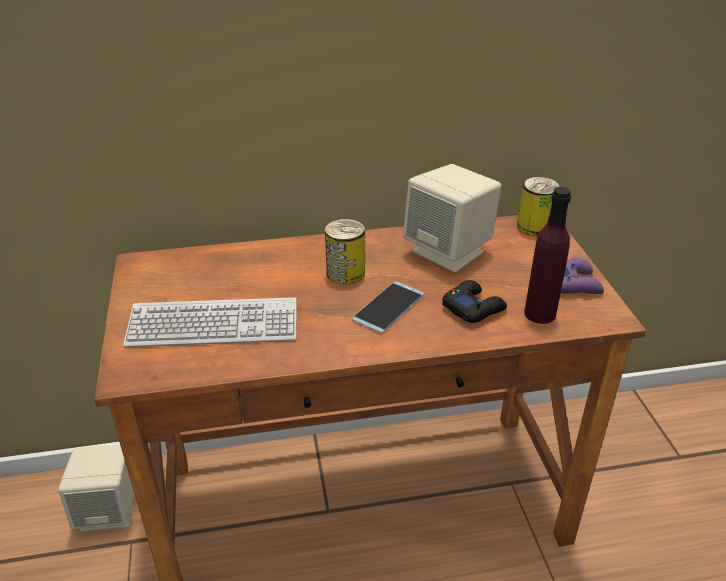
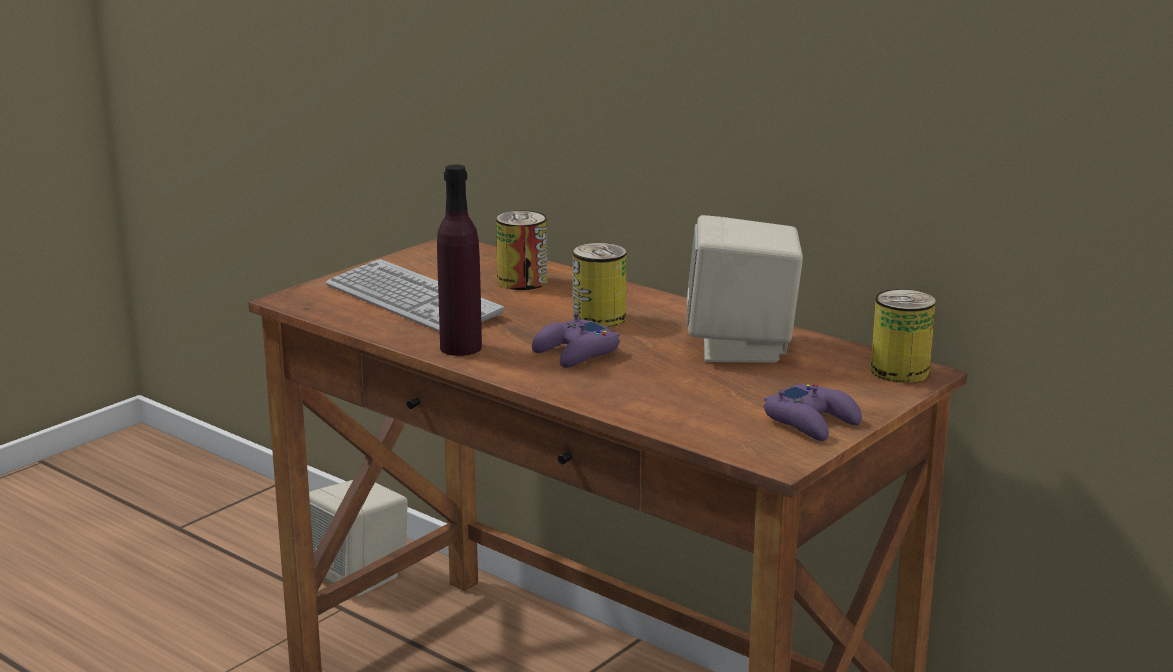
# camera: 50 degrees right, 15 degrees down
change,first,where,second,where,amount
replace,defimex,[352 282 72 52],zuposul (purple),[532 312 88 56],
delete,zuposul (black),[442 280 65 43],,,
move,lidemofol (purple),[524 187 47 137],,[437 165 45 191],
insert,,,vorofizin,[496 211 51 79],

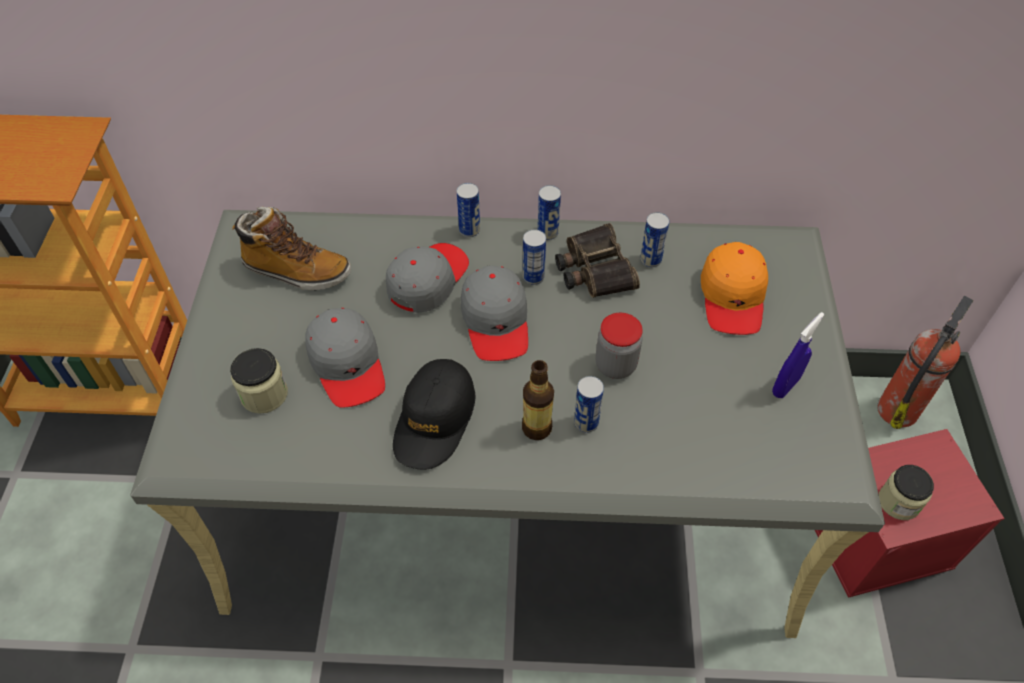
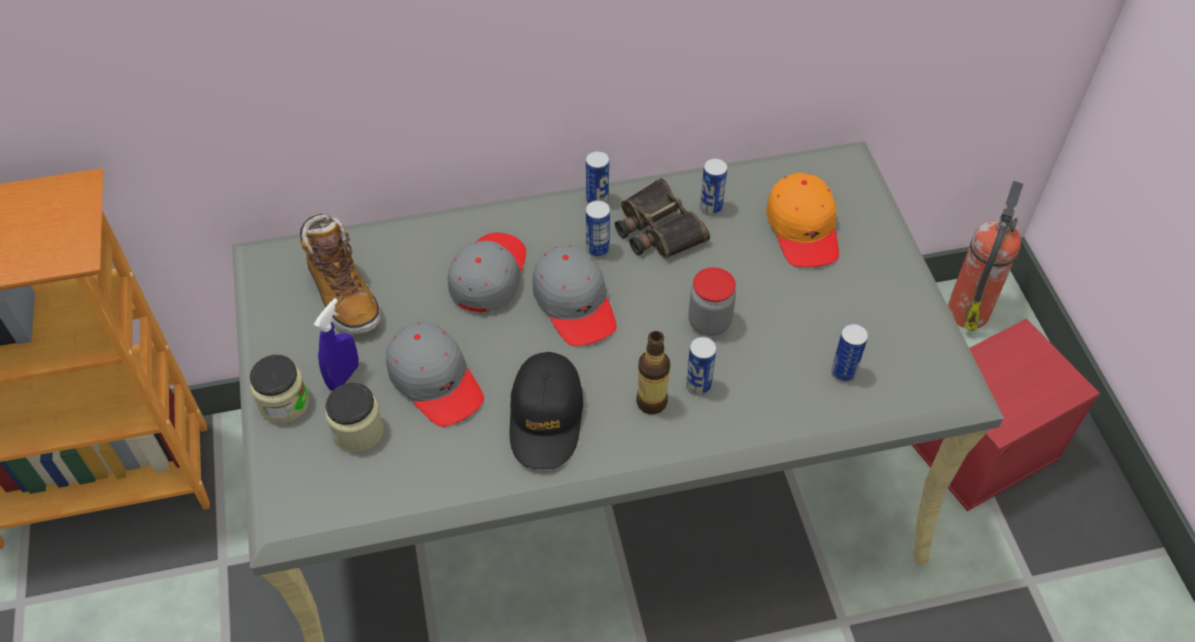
# camera: 15 degrees left, 0 degrees up
change,first,where,second,where,amount
rotate,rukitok,[233 207 118 84],,[300 214 81 120],60 degrees clockwise
move,vorofizin,[457 183 23 55],,[831 324 37 58],
move,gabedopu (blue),[772 312 52 86],,[314 298 45 93],
move,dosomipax,[879 465 55 55],,[250 355 59 69],

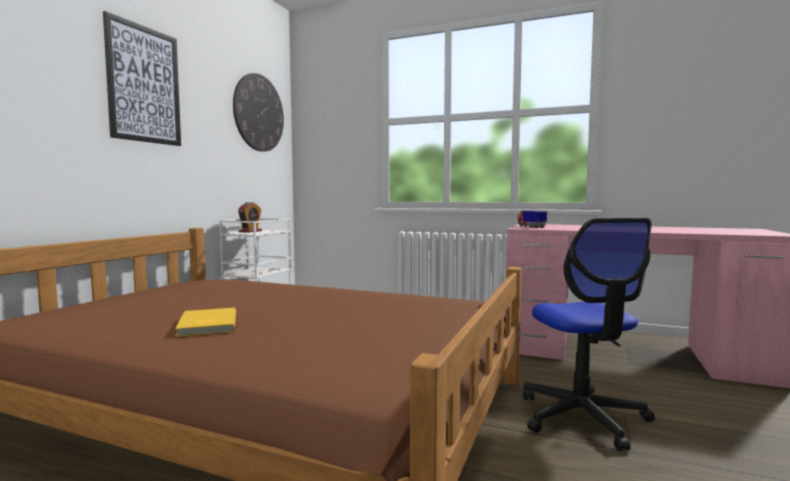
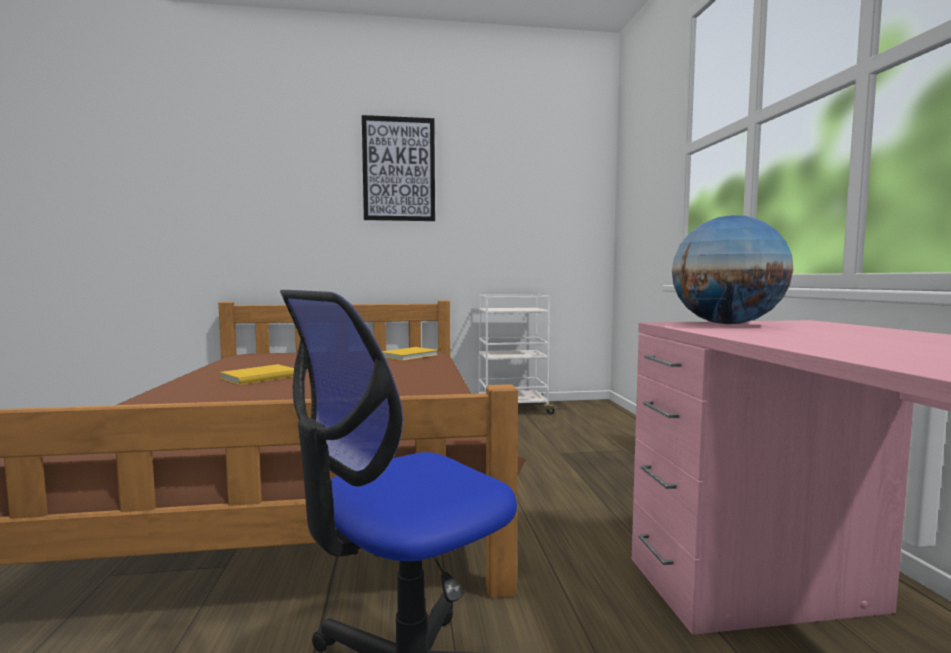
# camera: 60 degrees right, 0 degrees up
change,first,where,second,where,amount
delete,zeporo,[233 73 51 79],,,
delete,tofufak,[238 202 24 31],,,
replace,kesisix,[518 210 29 18],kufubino,[672 215 121 109],
insert,,,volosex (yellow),[382 347 56 14],

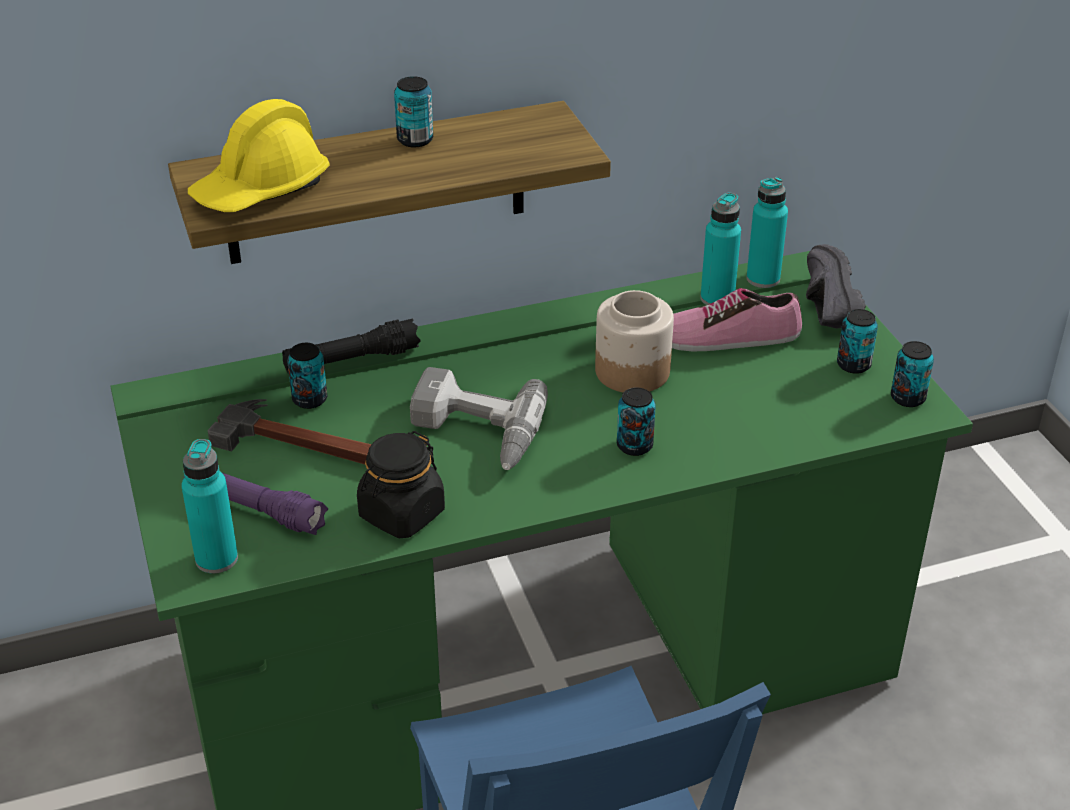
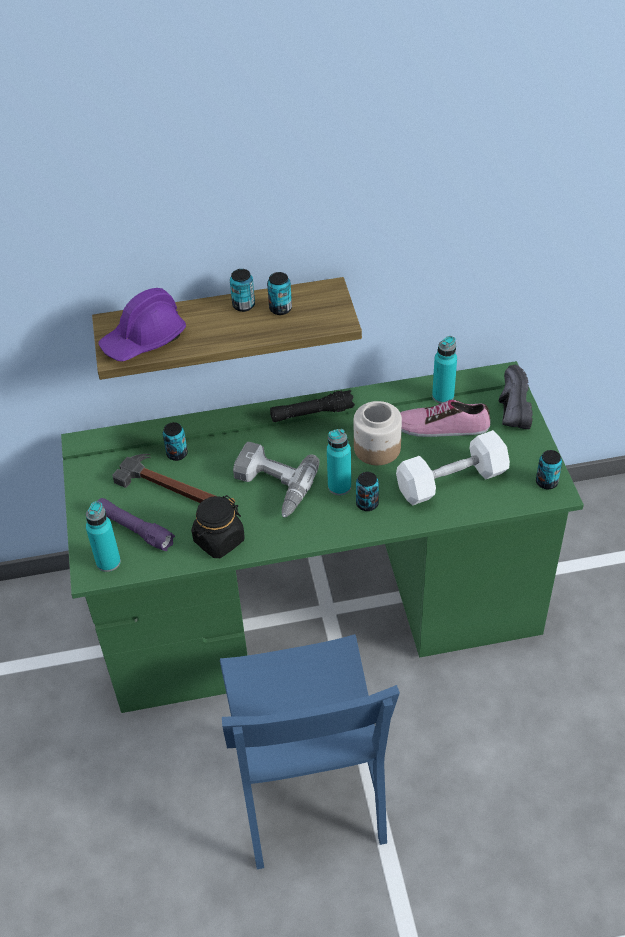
# camera: 10 degrees right, 10 degrees up
change,first,where,second,where,amount
recolor,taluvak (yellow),[188 99 142 113],taluvak (purple),[98 288 88 74],
move,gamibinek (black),[282 319 138 55],,[270 390 85 32],
move,lidemofol (turquoise),[746 177 42 111],,[327 429 24 66],
move,vorofizin,[837 309 41 65],,[267 272 25 43],
insert,,,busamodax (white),[396 430 114 76],

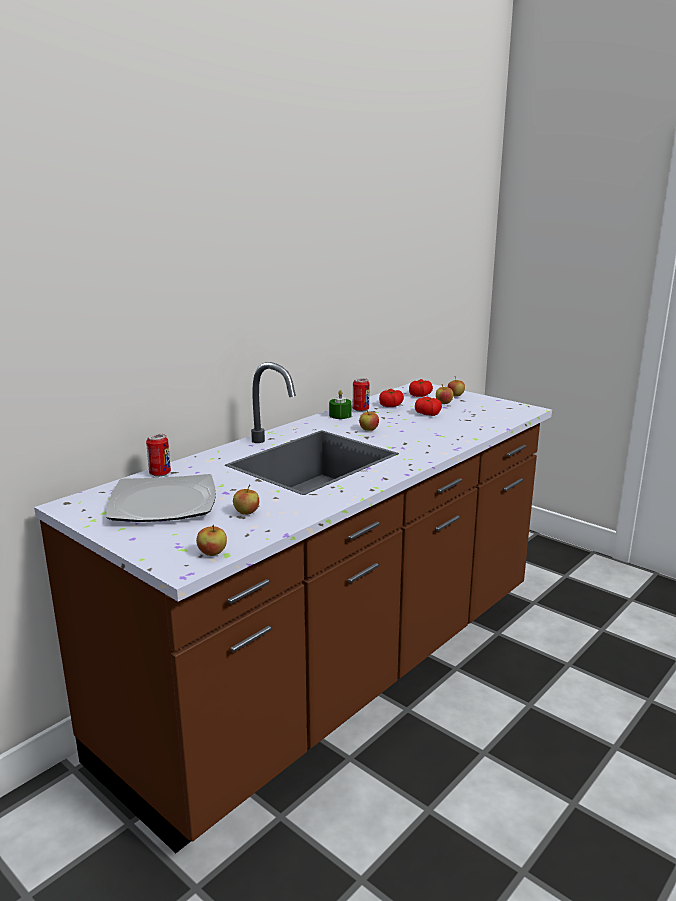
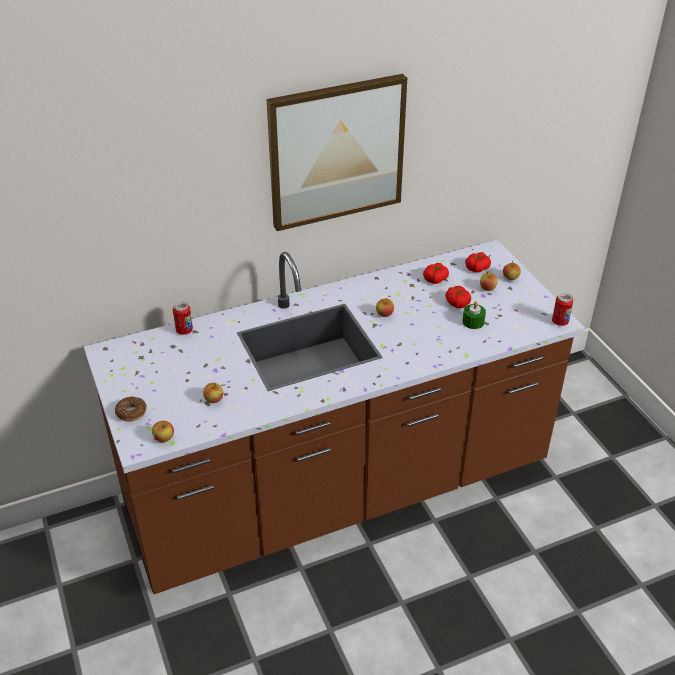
# camera: 25 degrees right, 20 degrees up
change,first,where,second,where,amount
delete,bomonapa,[107 474 109 48],,,
move,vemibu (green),[329 390 23 29],,[462 301 24 28],
move,vorofizin,[353 378 17 34],,[552 293 21 33],
insert,,,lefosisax,[115 396 32 25],
insert,,,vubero,[267 74 140 157],

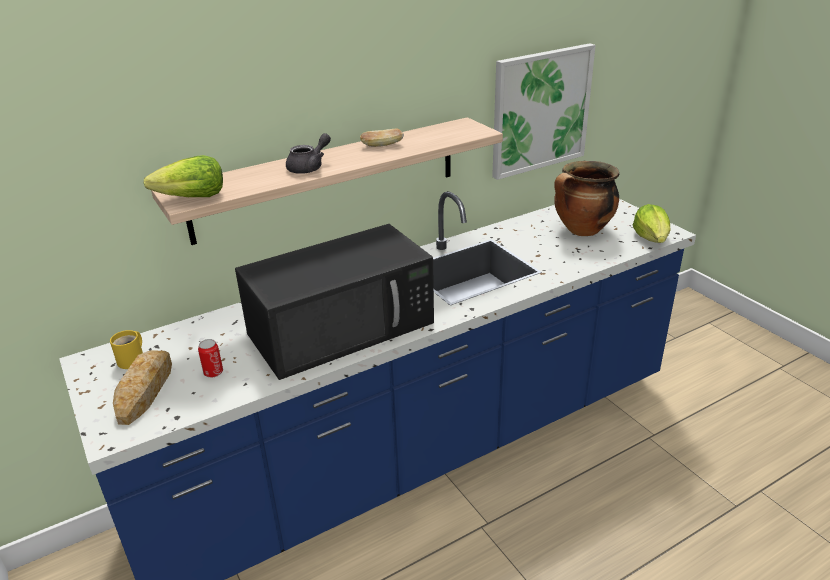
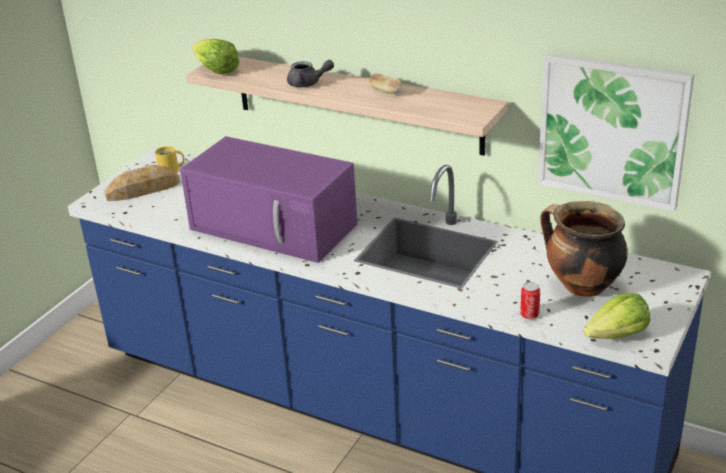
# camera: 60 degrees right, 0 degrees up
change,first,where,second,where,amount
move,vorofizin,[198 339 25 38],,[520 282 20 37],
recolor,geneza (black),[235 224 199 156],geneza (purple),[180 136 177 127],

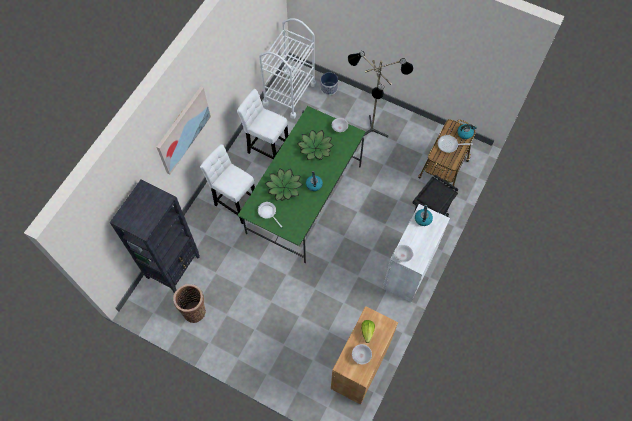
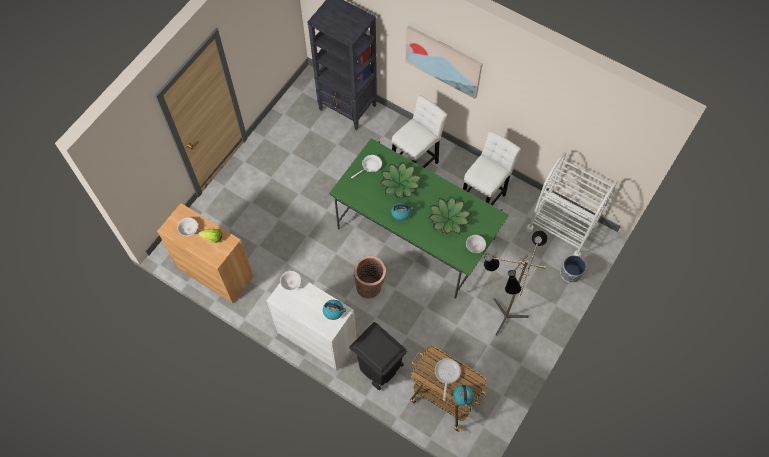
# camera: 95 degrees right, 0 degrees up
change,first,where,second,where,amount
move,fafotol,[173 284 33 39],,[354 256 32 43],

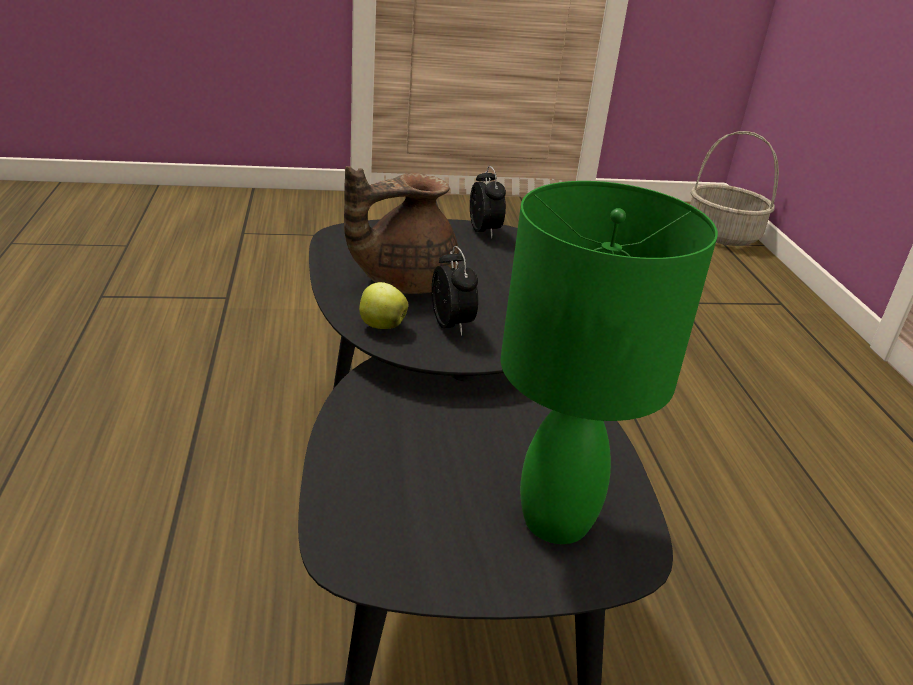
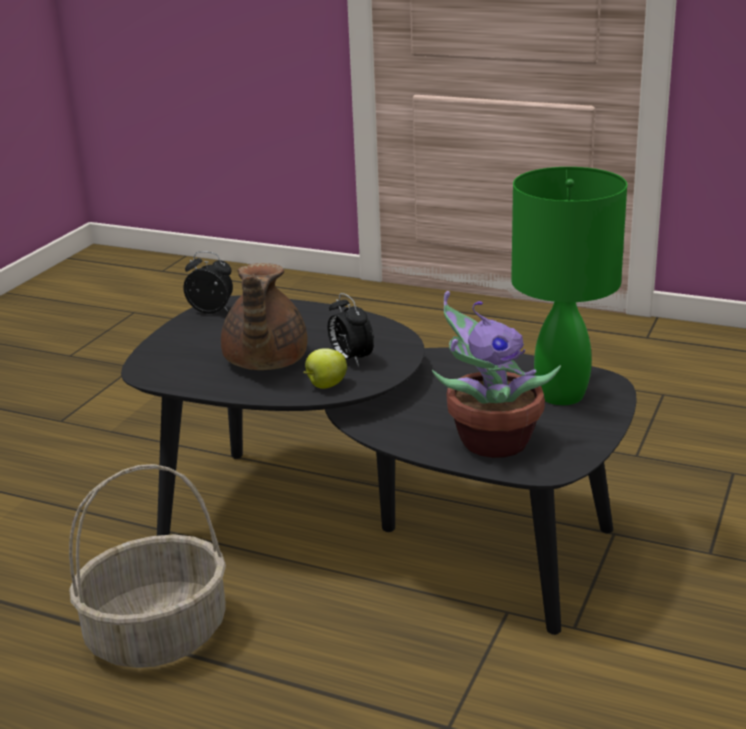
# camera: 55 degrees left, 5 degrees down
change,first,where,second,where,amount
rotate,tofufak,[432 246 46 90],,[328 293 46 74],135 degrees counterclockwise
move,fafotol,[690 131 89 115],,[69 464 157 204],
insert,,,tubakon,[432 291 129 167],

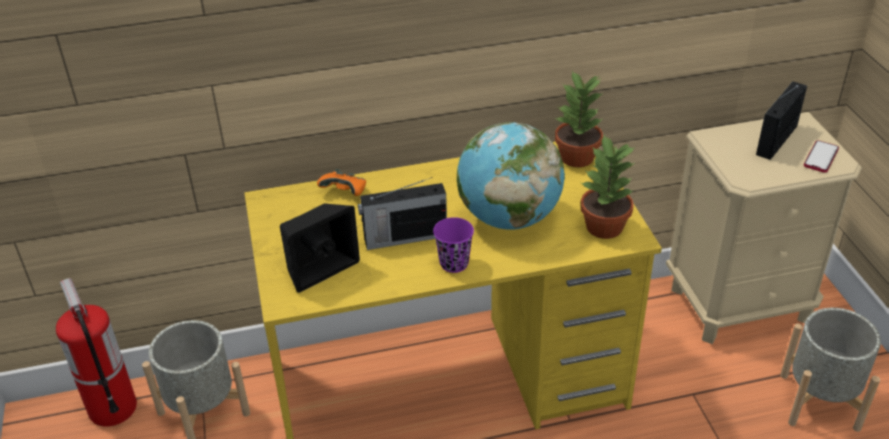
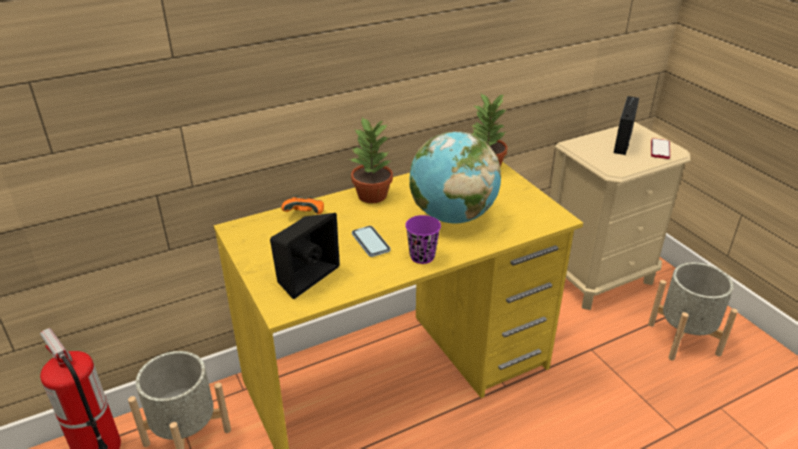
# camera: 15 degrees left, 5 degrees down
change,first,where,second,where,amount
replace,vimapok,[358 177 89 73],defimex,[352 226 38 31],
move,tubakon,[580 135 55 104],,[349 117 44 86],

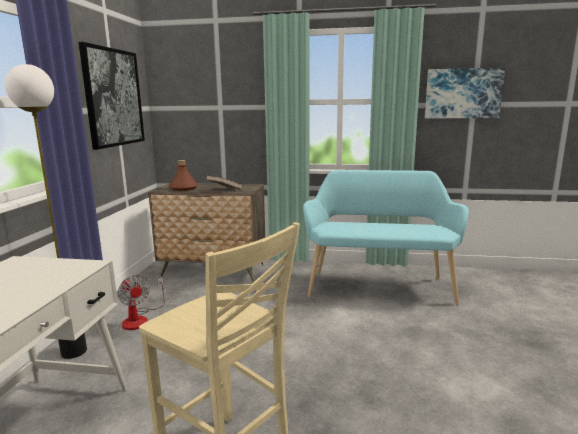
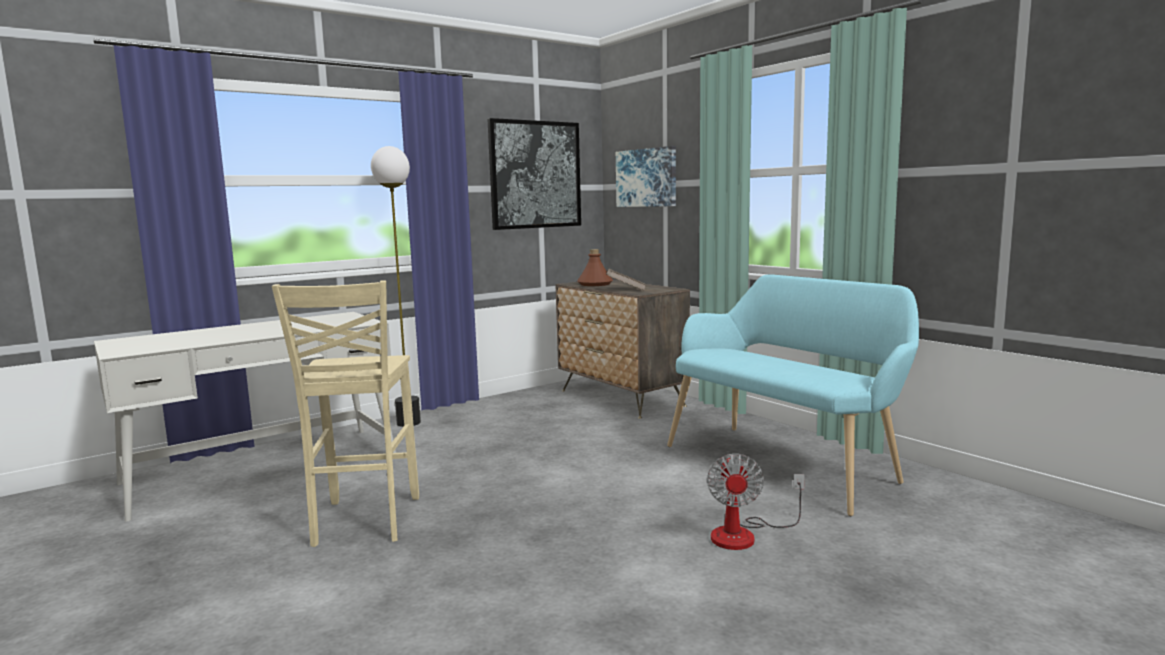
# camera: 45 degrees right, 5 degrees down
change,first,where,second,where,amount
move,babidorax,[117 275 48 55],,[707 453 98 97],
move,vubero,[425 68 80 50],,[616 146 60 61],

